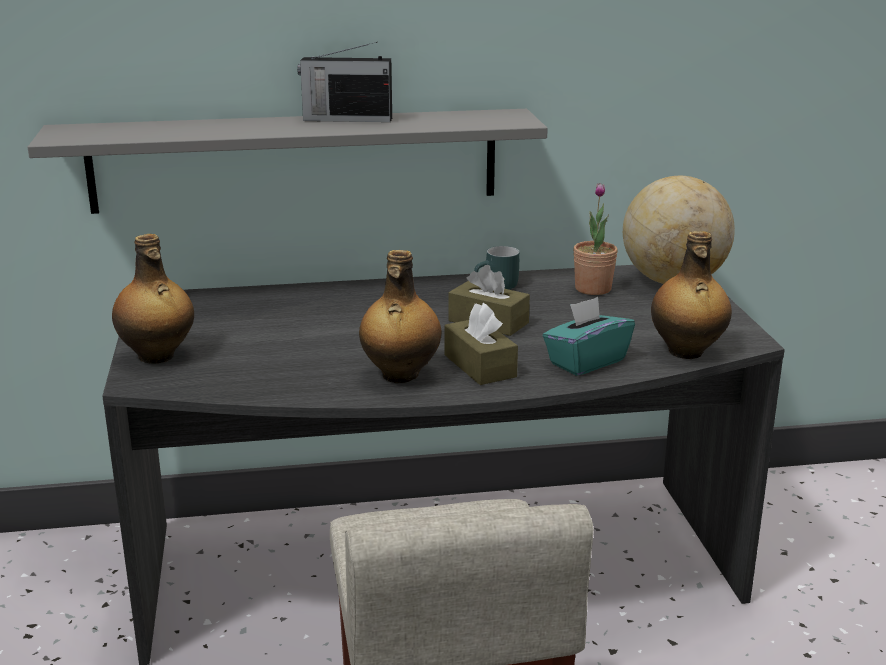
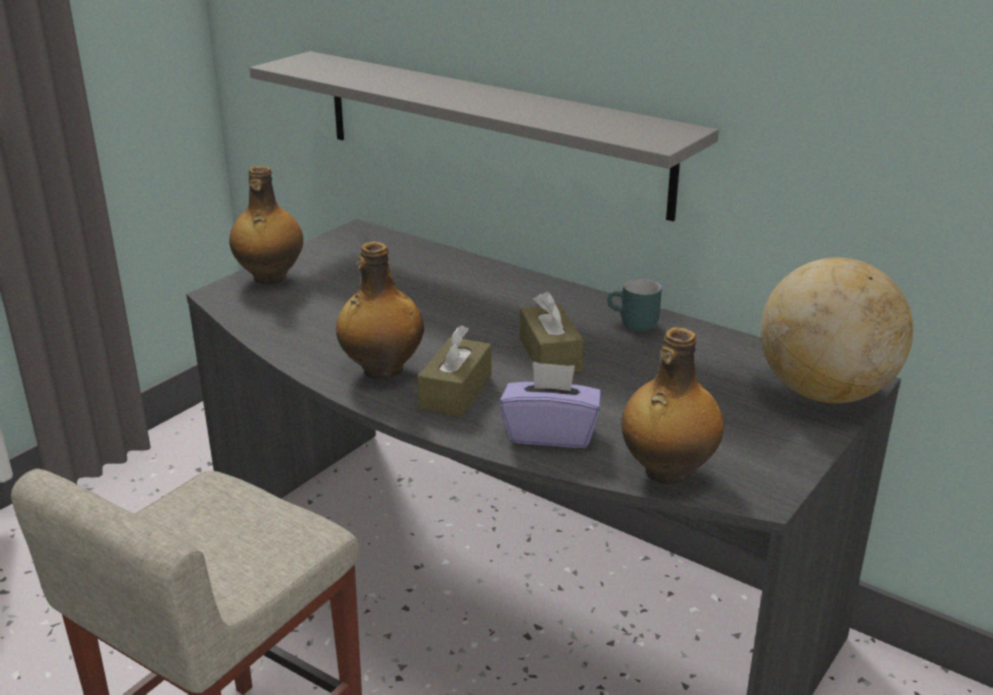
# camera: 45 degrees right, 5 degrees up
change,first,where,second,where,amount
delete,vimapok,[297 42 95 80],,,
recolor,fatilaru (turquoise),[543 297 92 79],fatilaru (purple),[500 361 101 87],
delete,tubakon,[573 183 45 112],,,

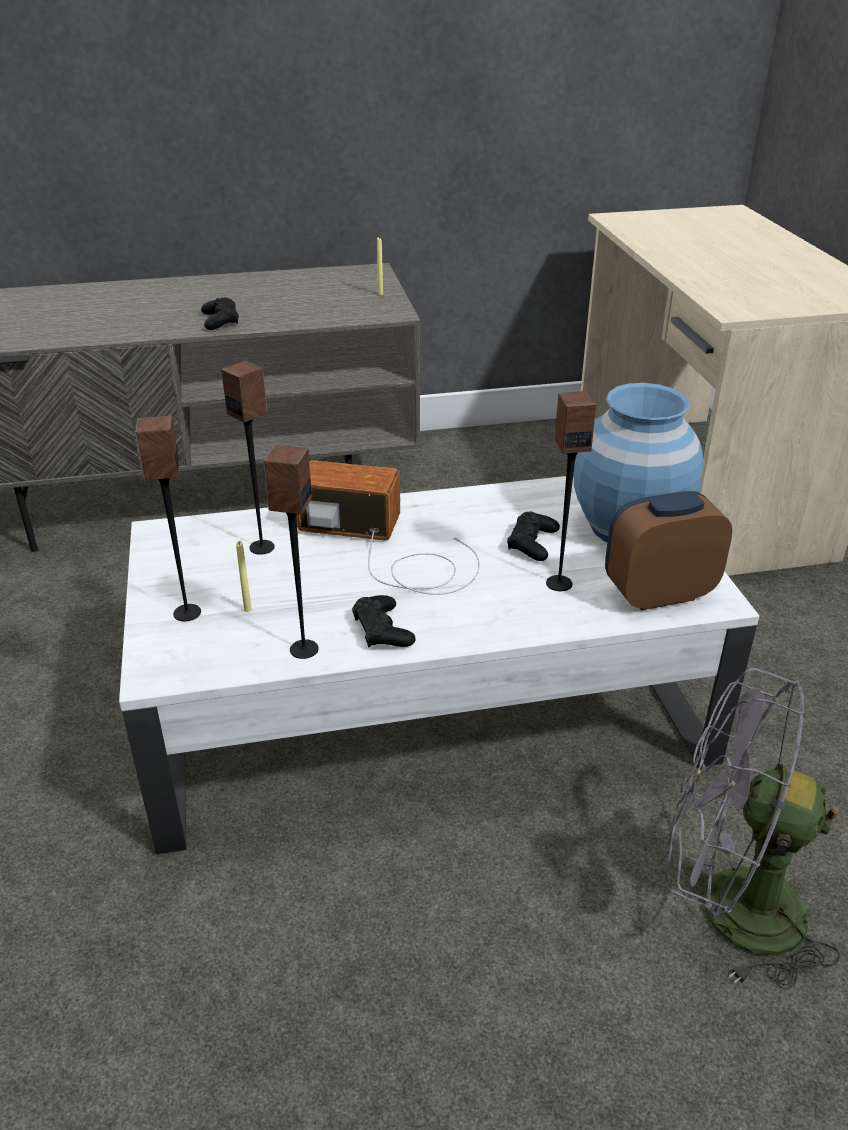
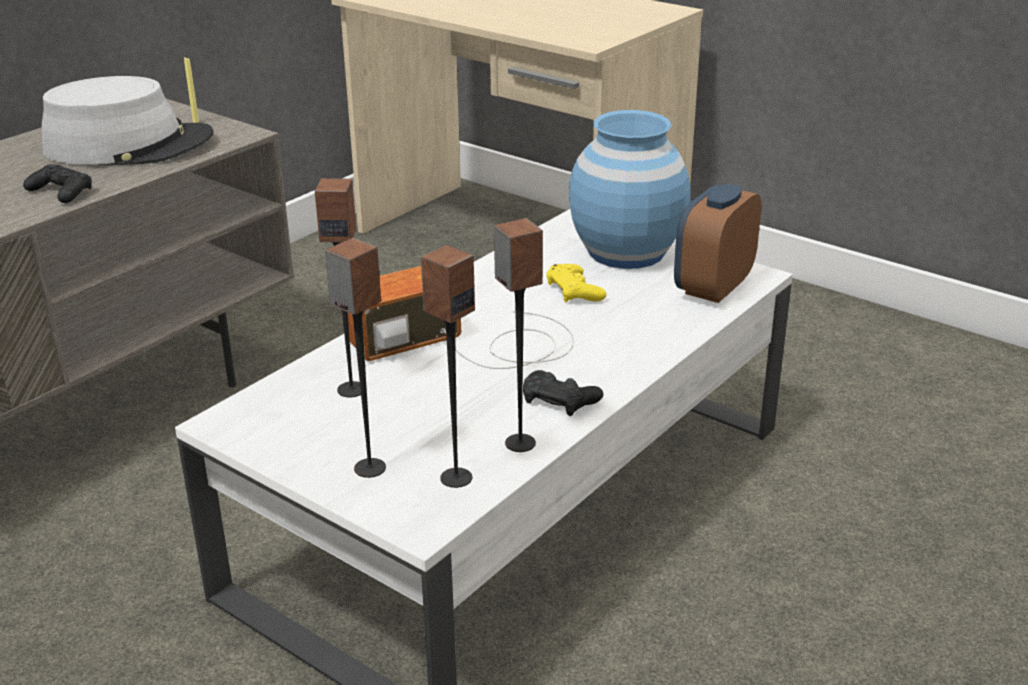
# camera: 40 degrees left, 5 degrees down
change,first,where,second,where,amount
delete,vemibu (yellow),[236 541 16 71],,,
recolor,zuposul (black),[507 512 53 49],zuposul (yellow),[546 264 60 39],
move,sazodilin,[546 391 50 200],,[421 245 54 243],
delete,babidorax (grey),[664 668 176 323],,,
insert,,,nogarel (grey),[42 76 172 89],

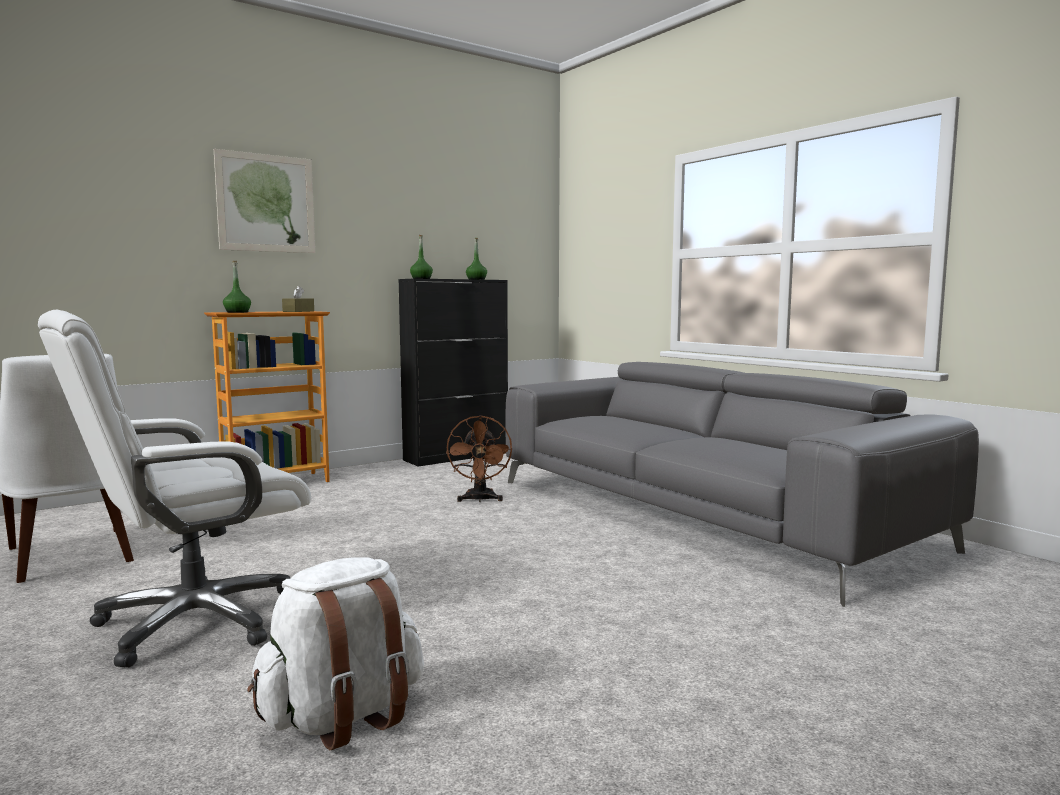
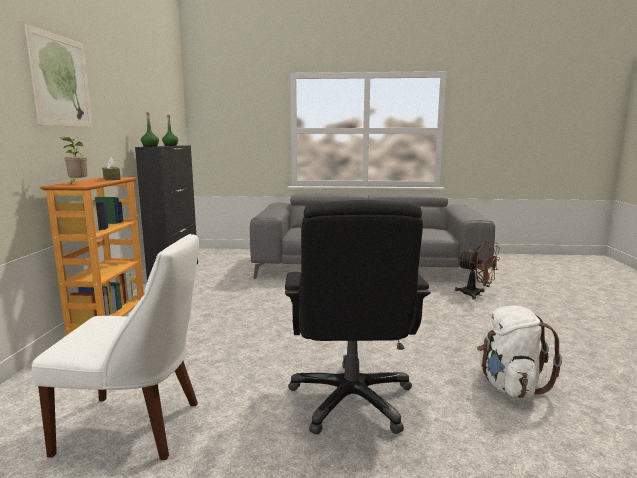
# camera: 50 degrees left, 5 degrees up
change,first,where,second,where,amount
recolor,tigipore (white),[38 310 273 357],tigipore (black),[285 200 146 234],
replace,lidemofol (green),[223 261 28 51],tubakon,[60 137 28 48],
move,babidorax (brown),[446 415 66 87],,[455 240 45 60],

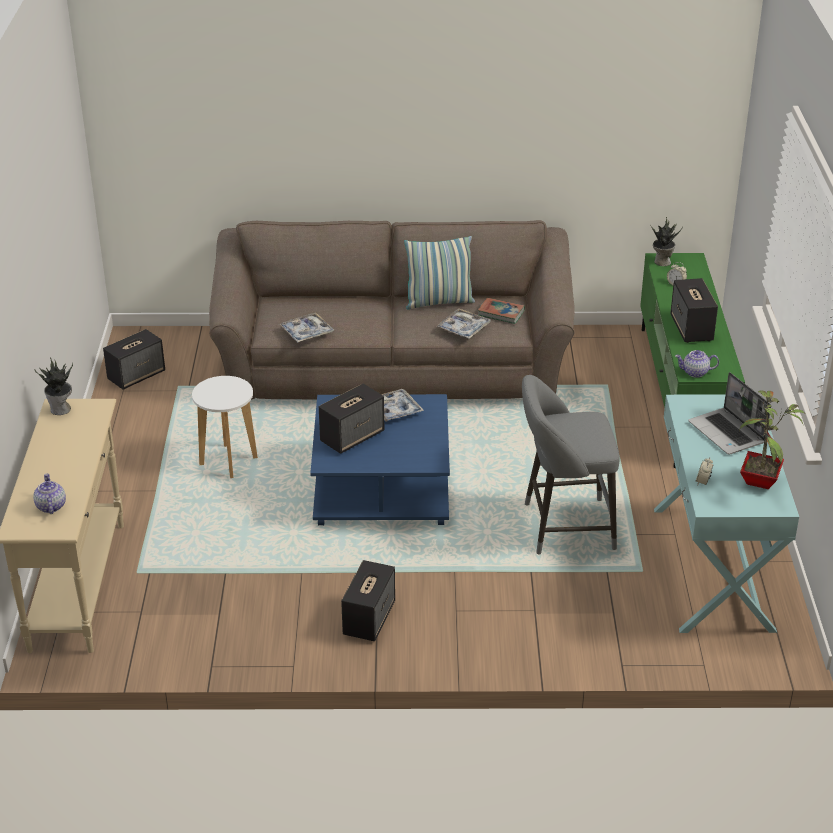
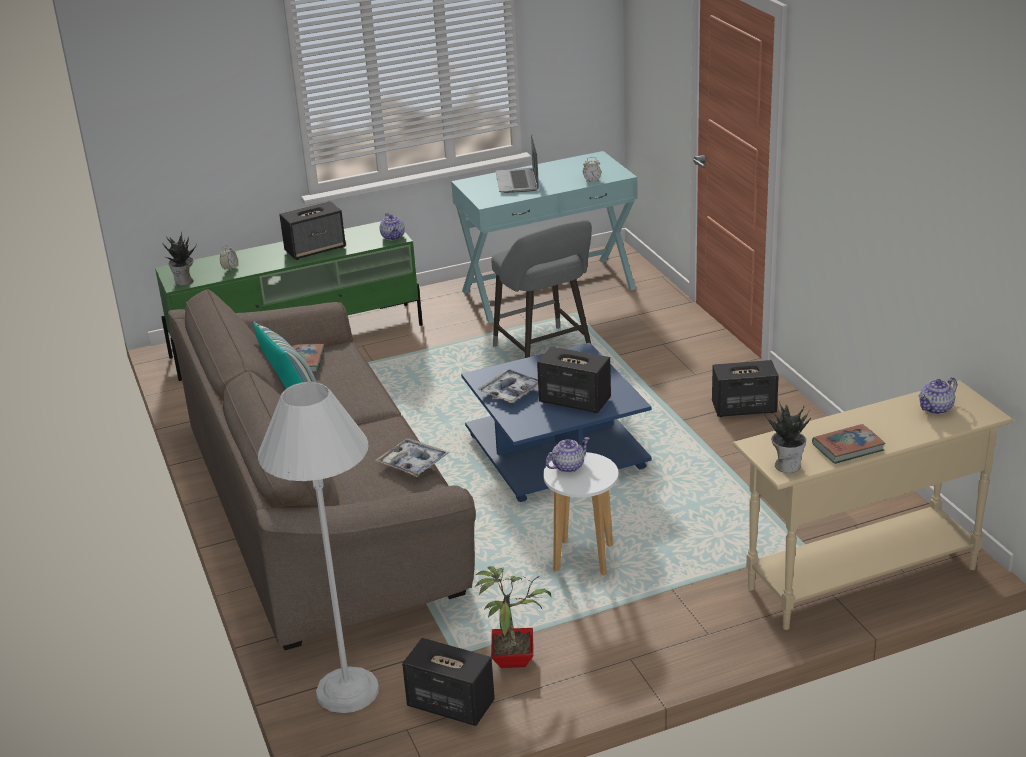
# camera: 110 degrees left, 5 degrees down
change,first,where,second,where,amount
delete,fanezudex,[436 308 55 31],,,
rotate,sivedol,[688 372 83 83],,[496 134 43 59],135 degrees clockwise
move,tubakon,[739 390 67 99],,[475 566 76 102],
insert,,,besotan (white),[258 382 121 331],
insert,,,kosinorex,[546 437 44 36],
insert,,,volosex,[812 424 74 40],

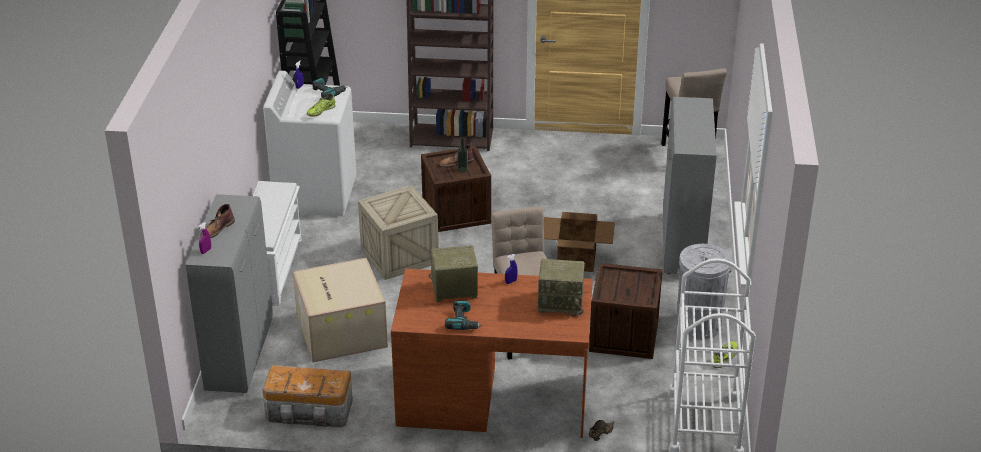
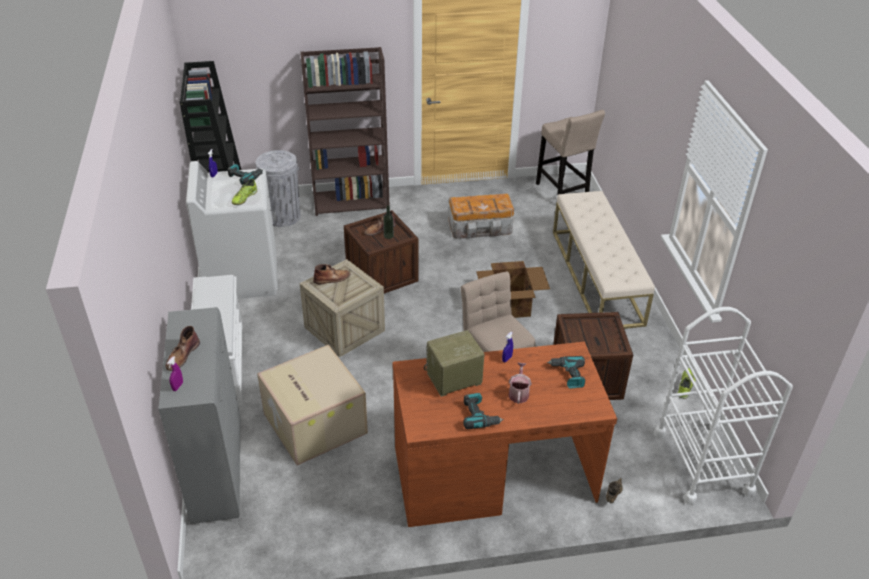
# camera: 15 degrees left, 5 degrees up
change,first,where,second,where,amount
move,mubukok,[263 365 90 62],,[449 193 65 46],
replace,vimapok,[538 259 47 57],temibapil,[547 356 38 33],
replace,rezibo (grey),[663 97 54 177],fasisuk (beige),[553 191 102 138],
move,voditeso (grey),[676 244 56 95],,[256 150 45 77],
insert,,,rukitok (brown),[313 264 37 20],
insert,,,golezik,[509 363 23 41],

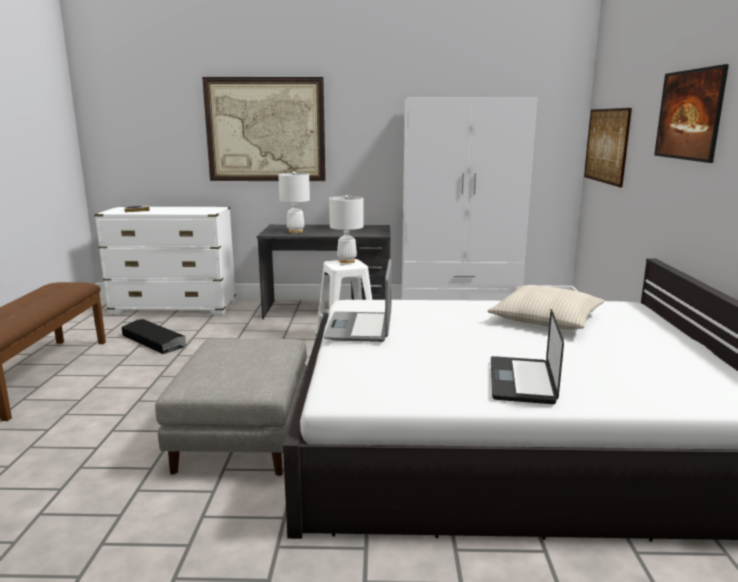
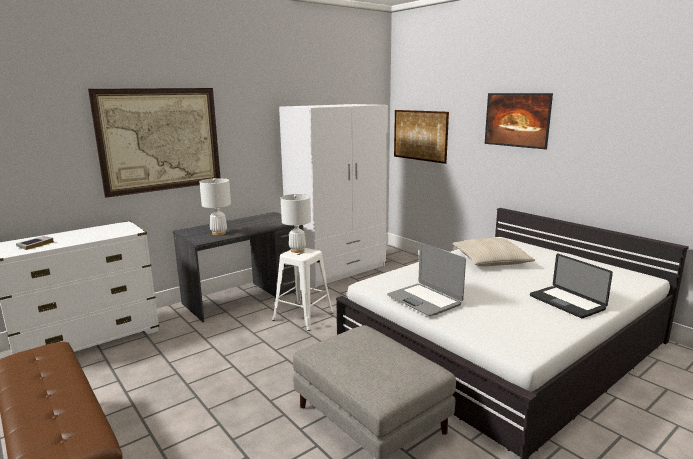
# camera: 40 degrees left, 0 degrees up
change,first,where,second,where,amount
delete,mubukok (black),[122 319 64 35],,,

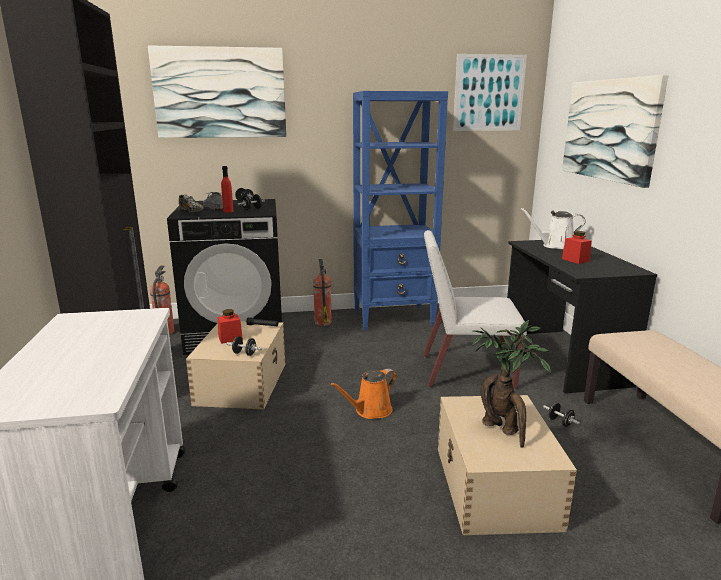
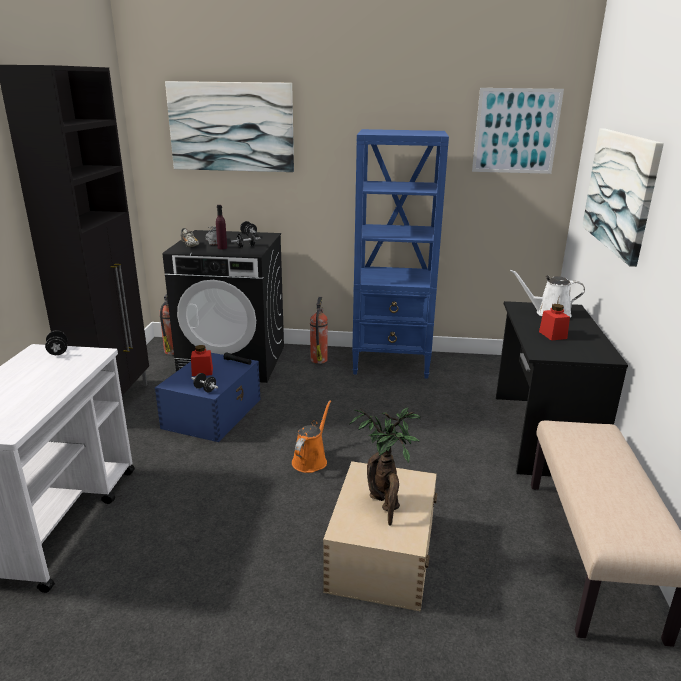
# camera: 15 degrees right, 5 degrees up
change,first,where,second,where,amount
recolor,mubukok (beige),[186 321 99 88],mubukok (blue),[155 353 106 89],
recolor,lidemofol (red),[221 166 12 47],lidemofol (purple),[216 205 11 44],
rotate,golezik (orange),[330 369 67 50],,[292 400 39 73],135 degrees clockwise
delete,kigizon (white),[423 230 104 159],,,
move,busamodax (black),[543 403 37 24],,[45 330 23 25],

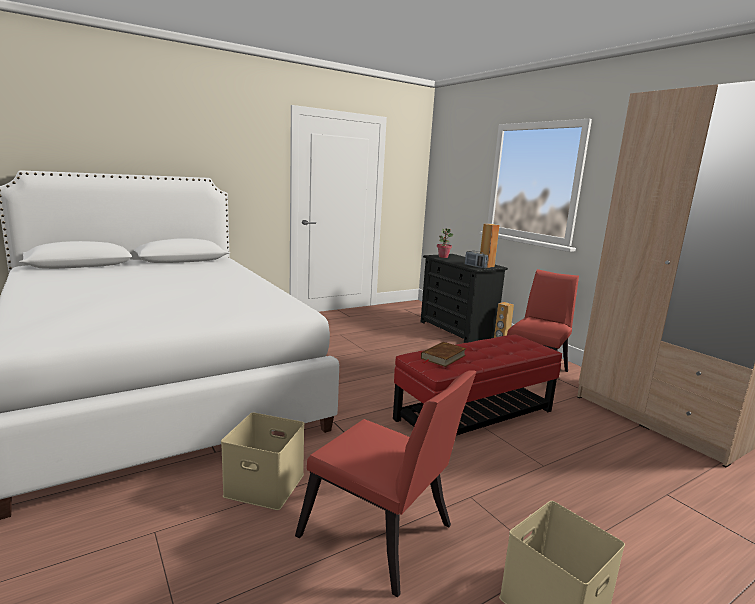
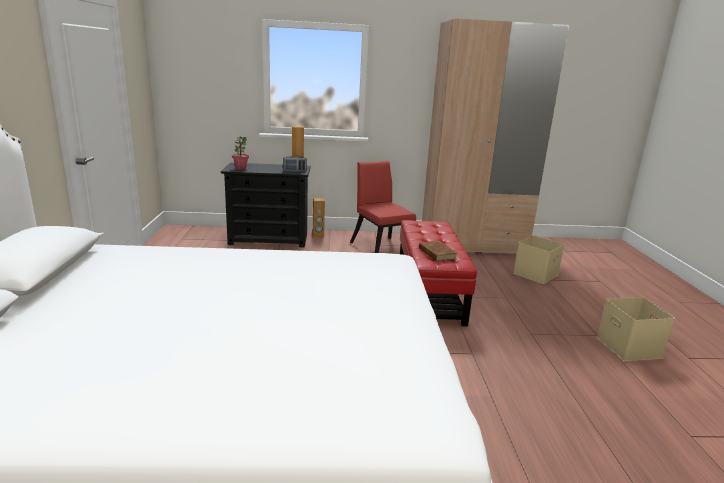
# camera: 60 degrees left, 5 degrees up
change,first,where,second,where,amount
move,mubukok (beige),[221 413 84 97],,[513 235 52 49],
delete,kigizon (red),[295 370 182 227],,,

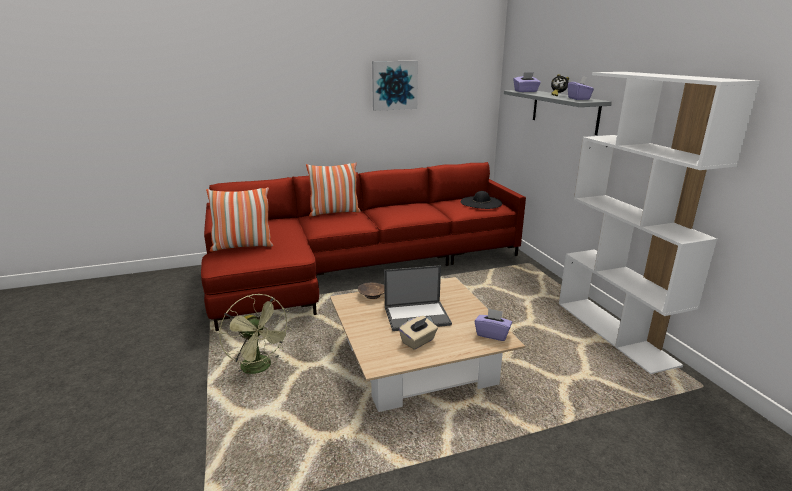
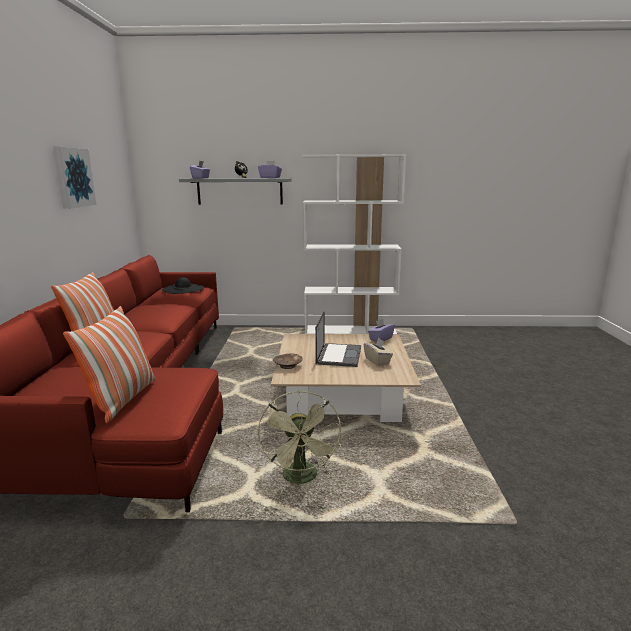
# camera: 70 degrees left, 5 degrees down
change,first,where,second,where,amount
rotate,babidorax (green),[219 294 73 80],,[258 391 83 93],105 degrees clockwise

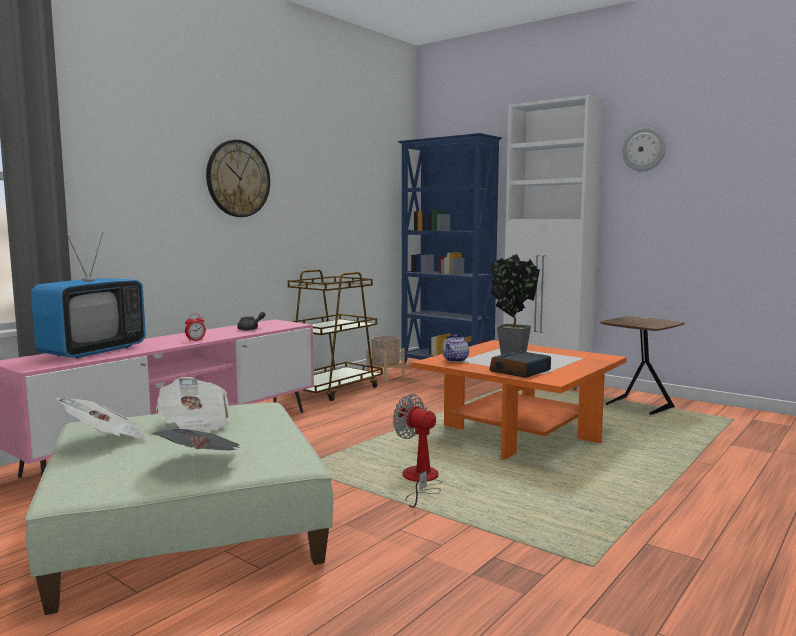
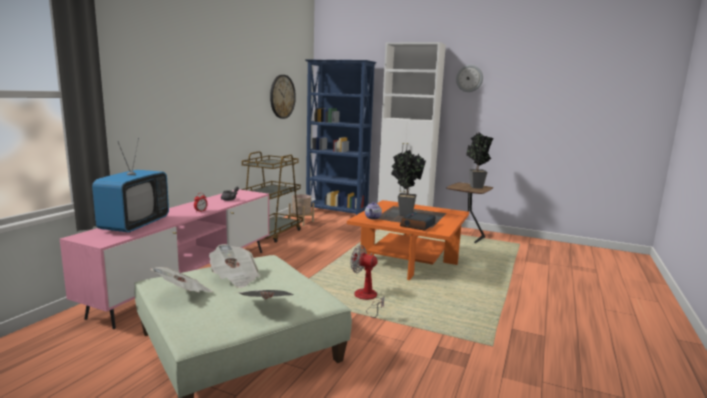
# camera: 15 degrees left, 5 degrees up
change,first,where,second,where,amount
move,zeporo,[206 140 64 77],,[270 75 26 44],
insert,,,tubakon,[466 132 27 57],

